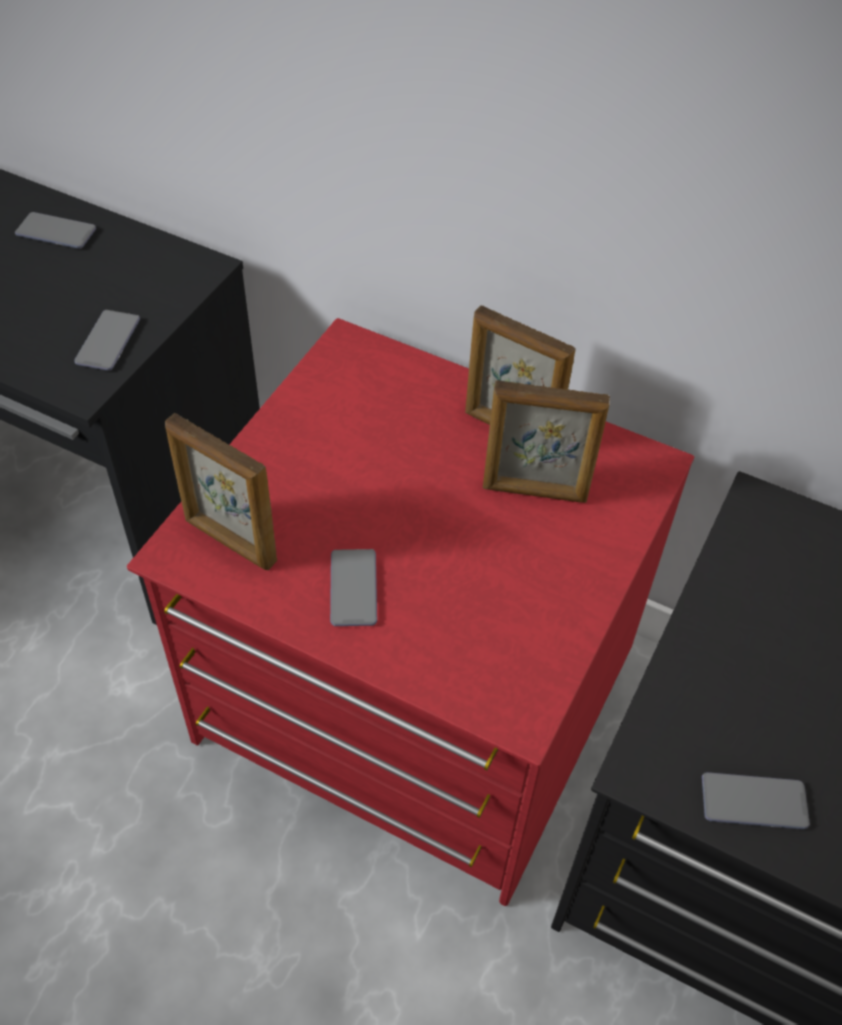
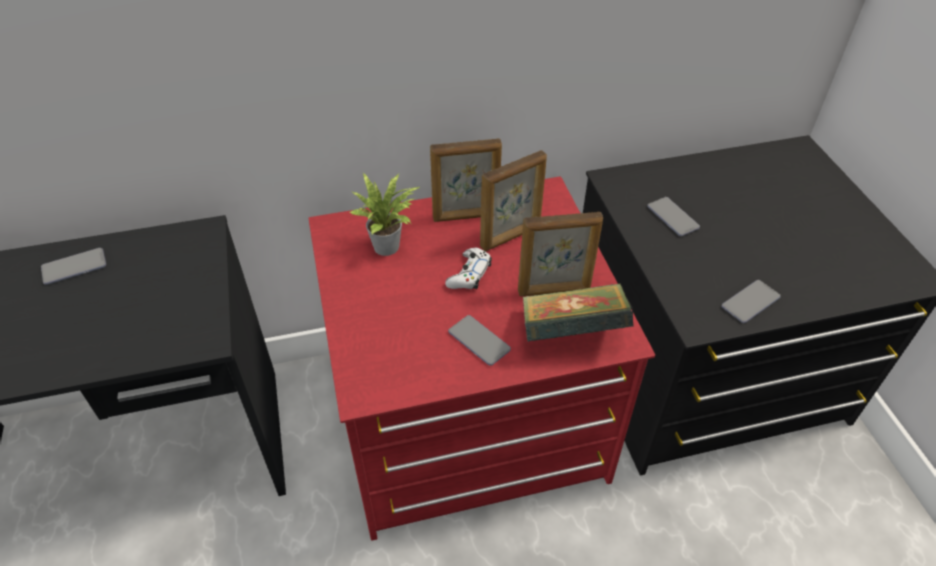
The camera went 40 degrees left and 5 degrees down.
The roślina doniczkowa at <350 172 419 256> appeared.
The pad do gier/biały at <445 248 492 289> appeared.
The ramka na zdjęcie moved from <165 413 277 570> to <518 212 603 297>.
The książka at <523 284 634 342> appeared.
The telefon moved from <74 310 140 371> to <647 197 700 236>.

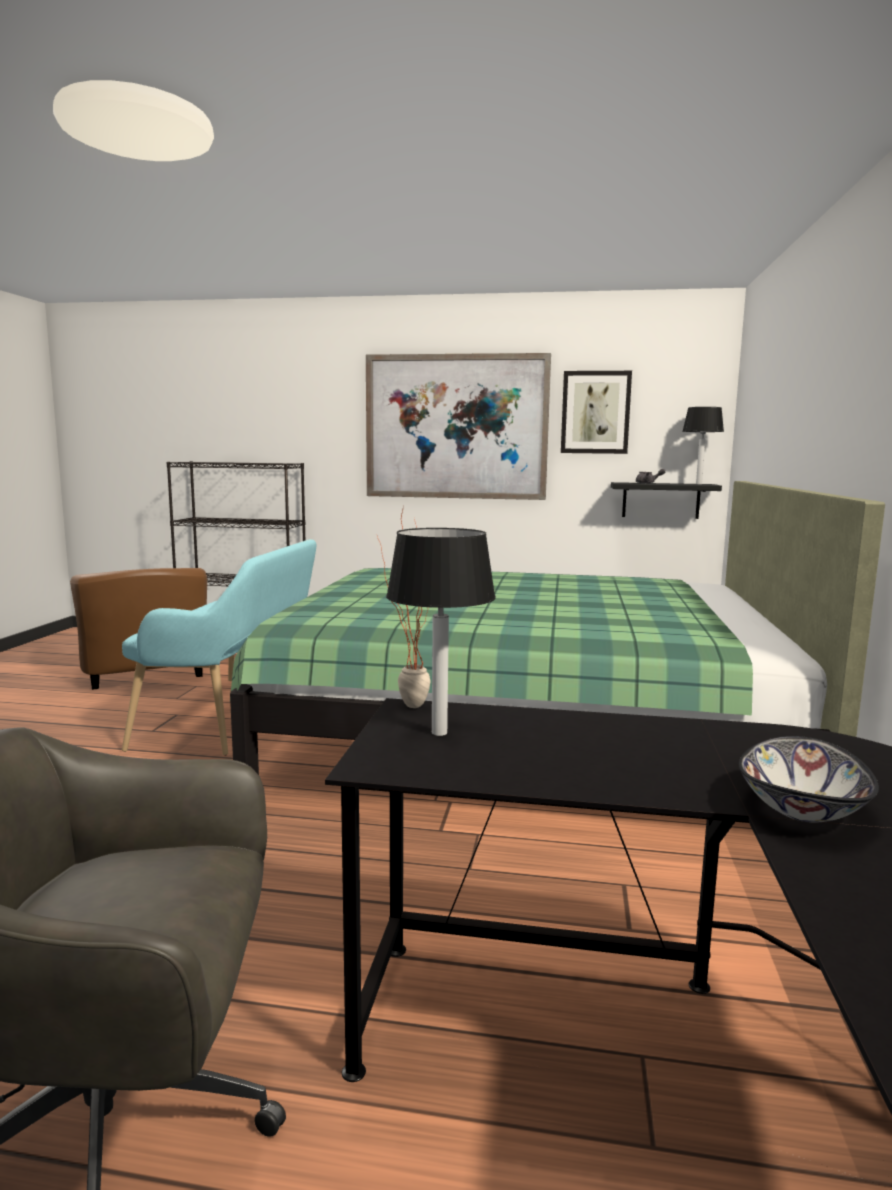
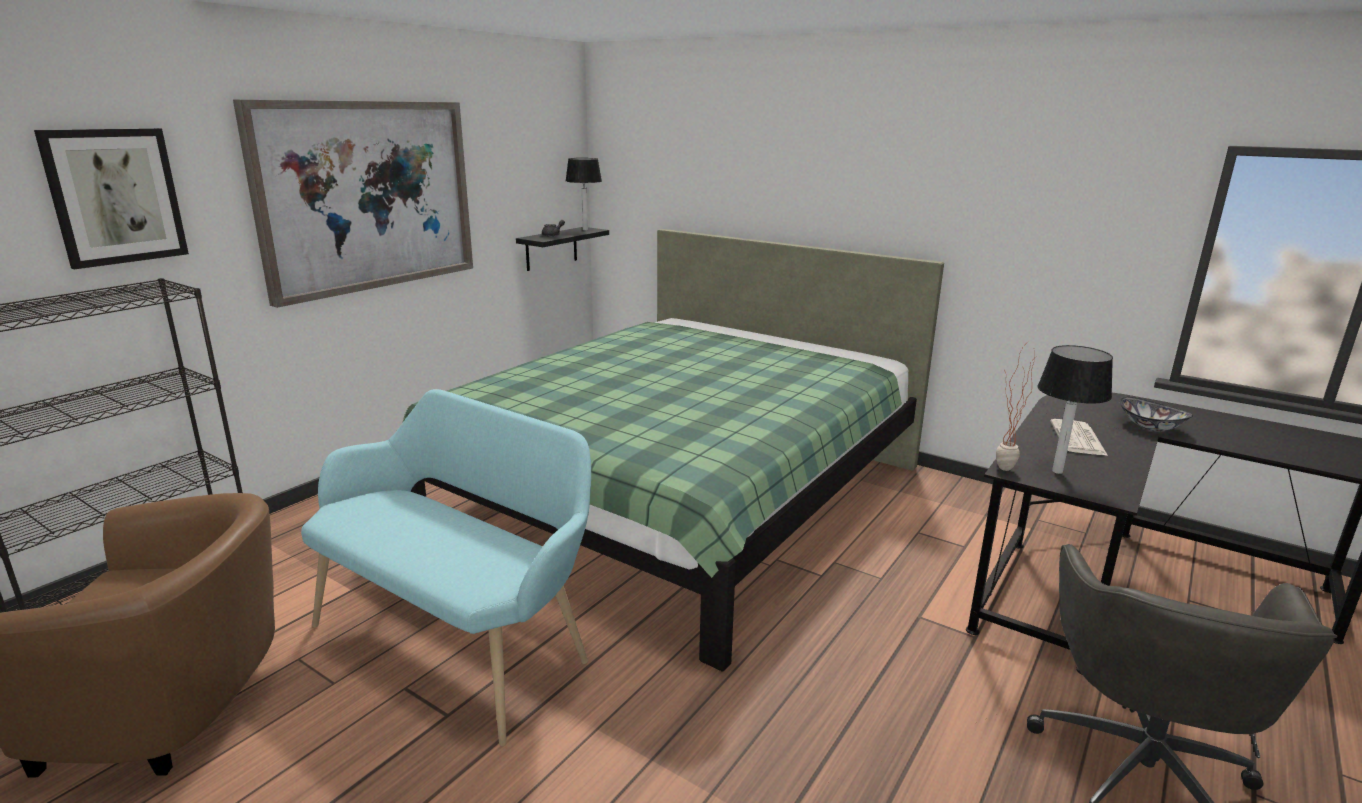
The camera went 65 degrees left and 10 degrees up.
The obraz moved from <561 371 632 454> to <34 128 189 269>.
The gazeta at <1051 419 1108 456> appeared.

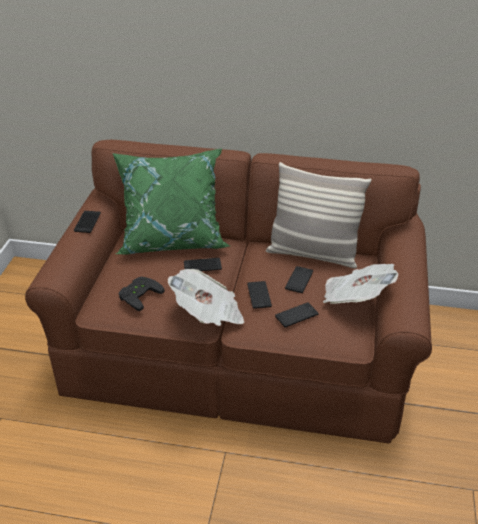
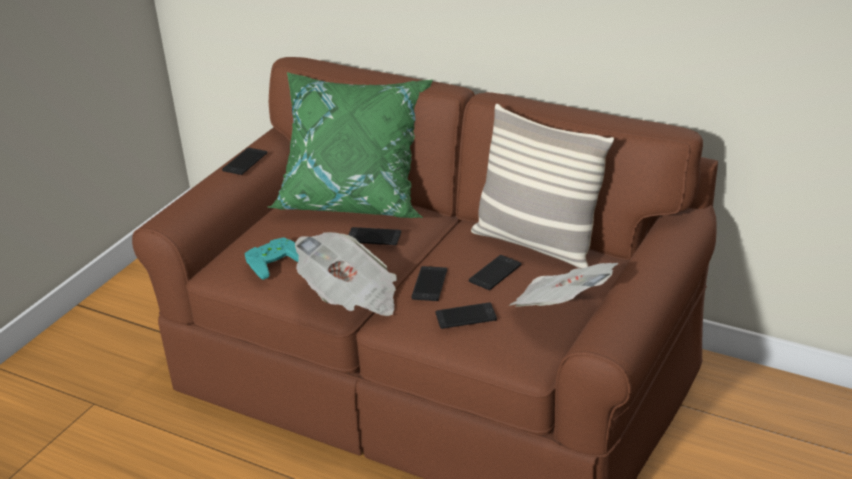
The camera went 20 degrees right and 5 degrees down.
The pad do gier/czarny at <119 276 165 311> became the pad do gier/turkusowy at <244 237 299 280>.

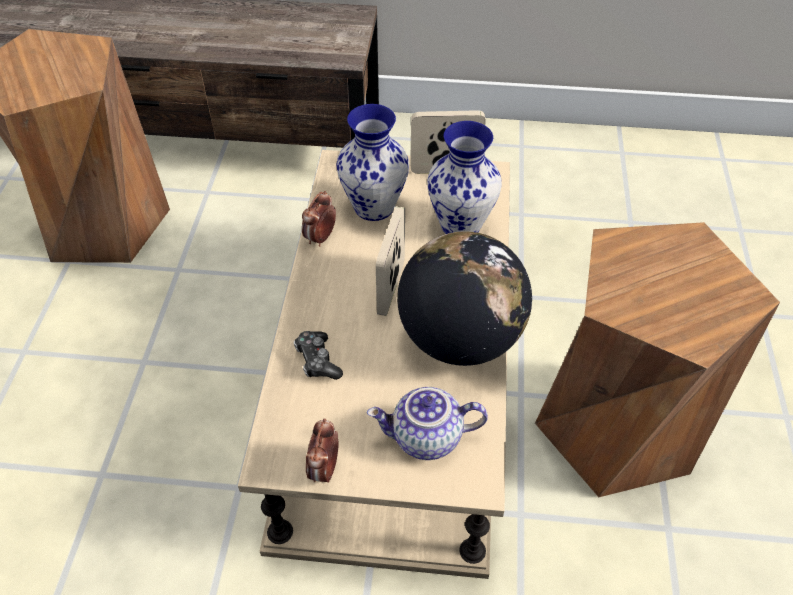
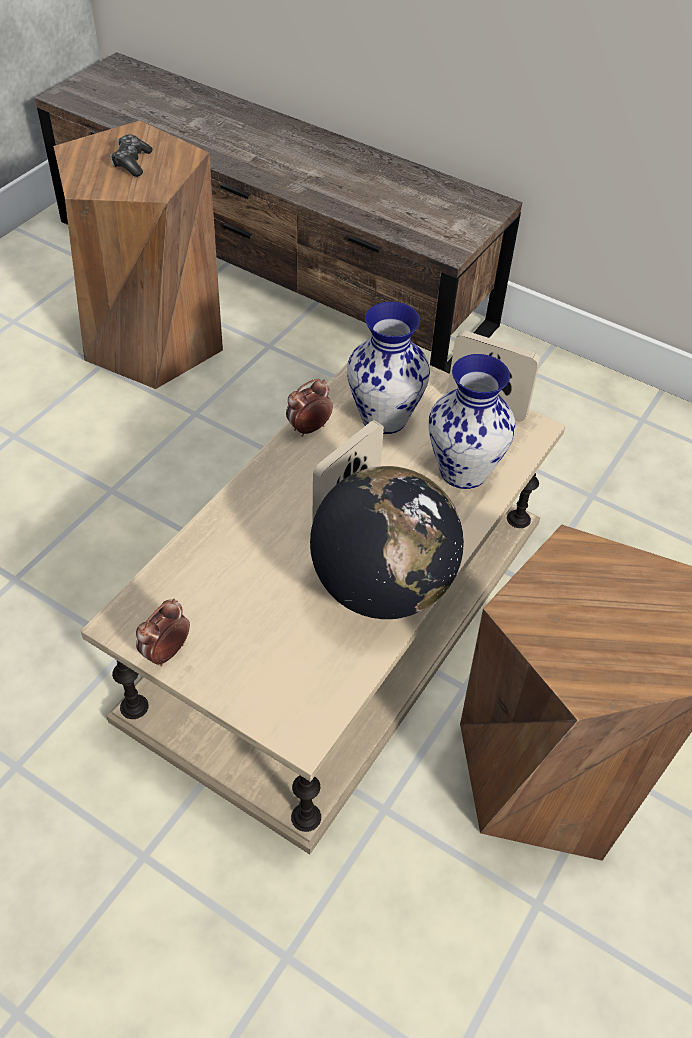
The camera went 25 degrees right and 0 degrees up.
The pad do gier moved from <294 331 343 380> to <110 134 153 177>.
The imbryk at <367 387 488 460> disappeared.

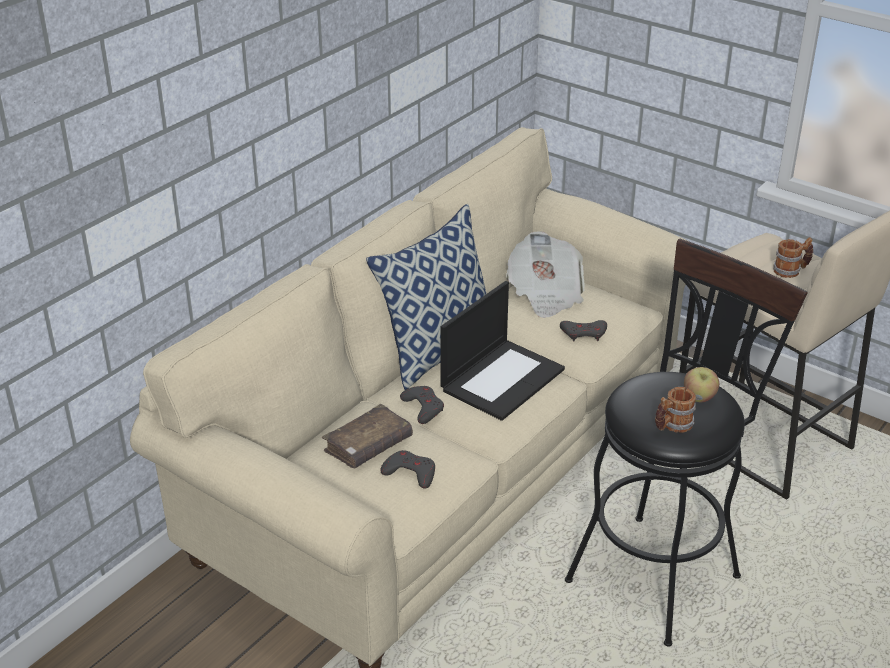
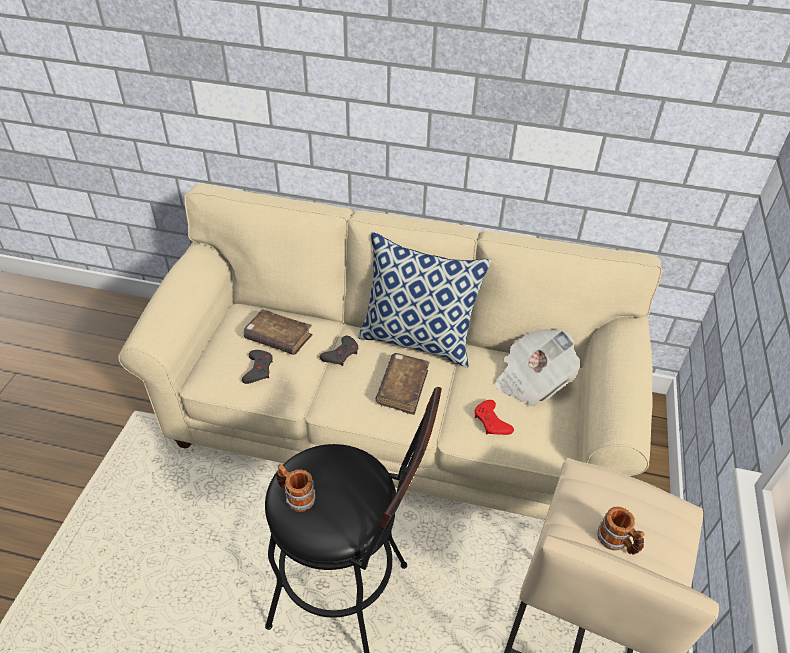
The camera went 65 degrees right and 10 degrees up.
The laptop at <440 281 565 421> was replaced by the książka/brązowy at <376 353 430 415>.
The pad do gier/szary at <560 320 607 342> became the pad do gier/czerwony at <475 400 514 435>.
The jabłko at <684 367 719 402> disappeared.

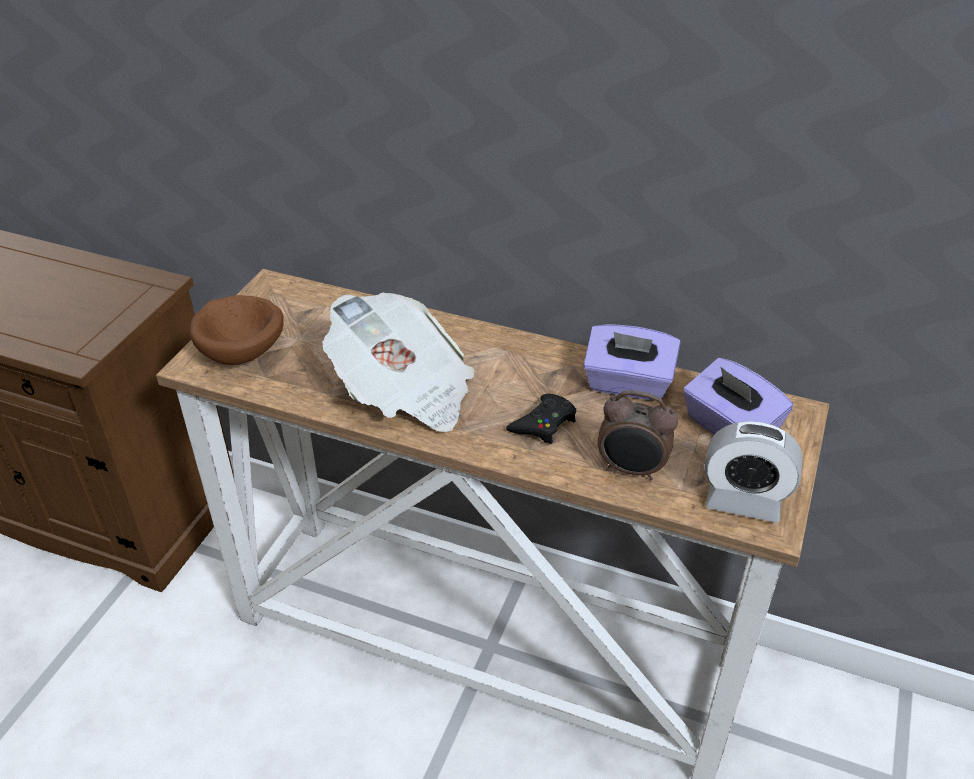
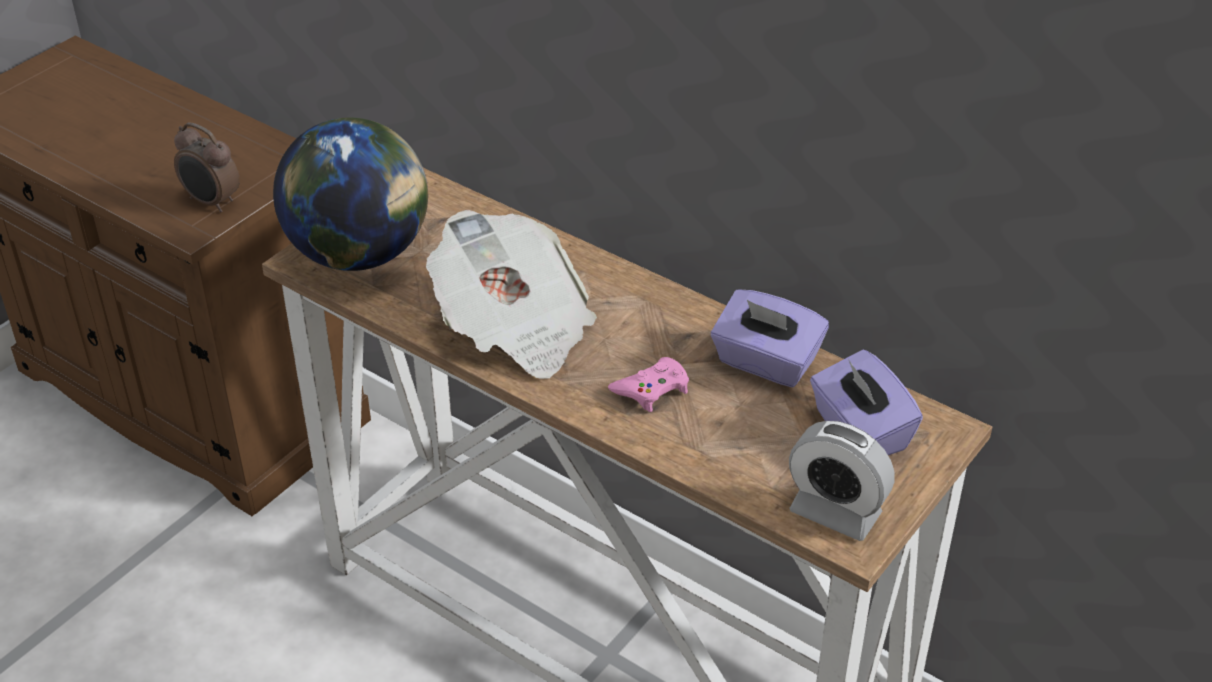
The camera went 15 degrees right and 0 degrees up.
The budzik moved from <597 390 678 480> to <174 122 240 212>.
The miska/brązowy at <189 295 284 365> was replaced by the globus at <273 117 428 271>.
The pad do gier/czarny at <506 394 576 444> became the pad do gier/różowy at <608 357 689 412>.

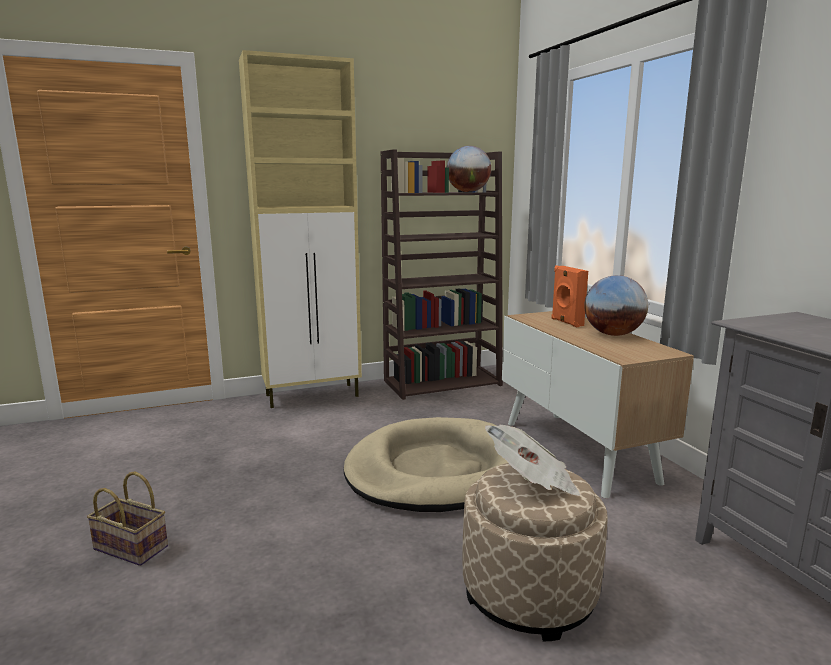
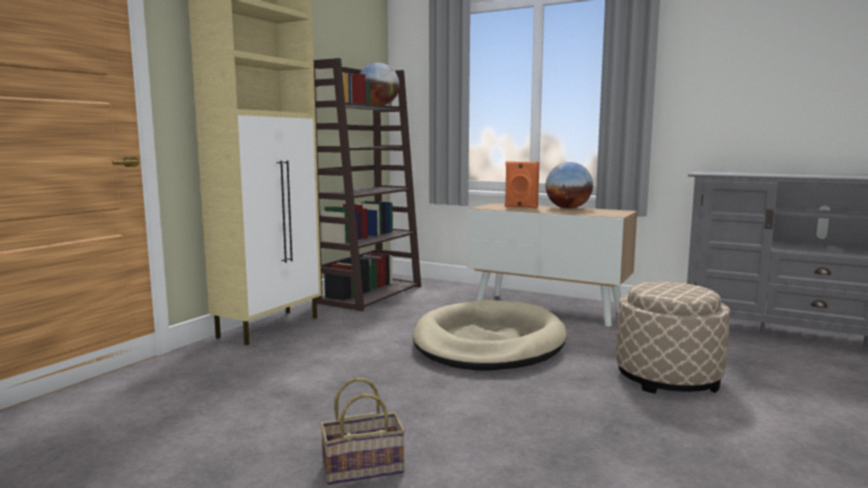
The camera went 40 degrees left and 5 degrees down.
The gazeta at <485 425 581 496> disappeared.

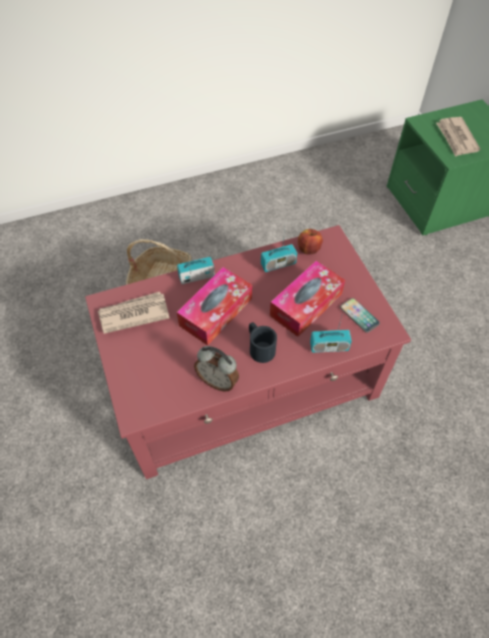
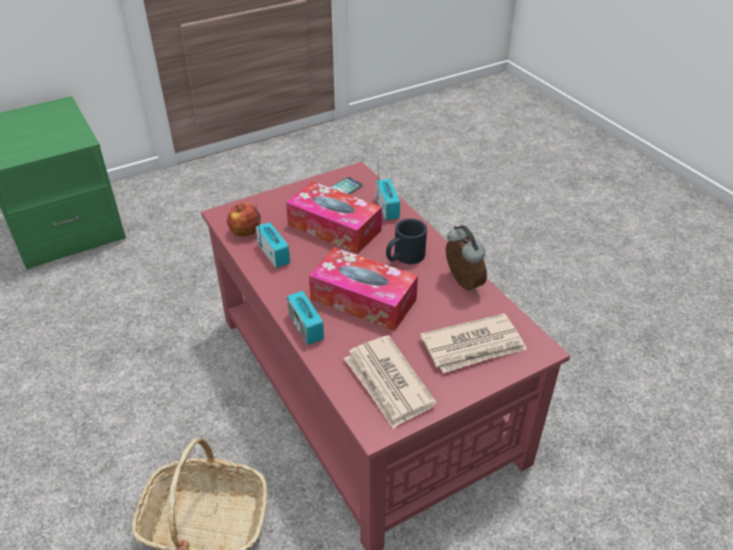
The camera went 100 degrees left and 15 degrees down.
The gazeta moved from <436 117 480 157> to <420 313 527 373>.
The budzik at <194 346 239 392> turned 45 degrees counterclockwise.

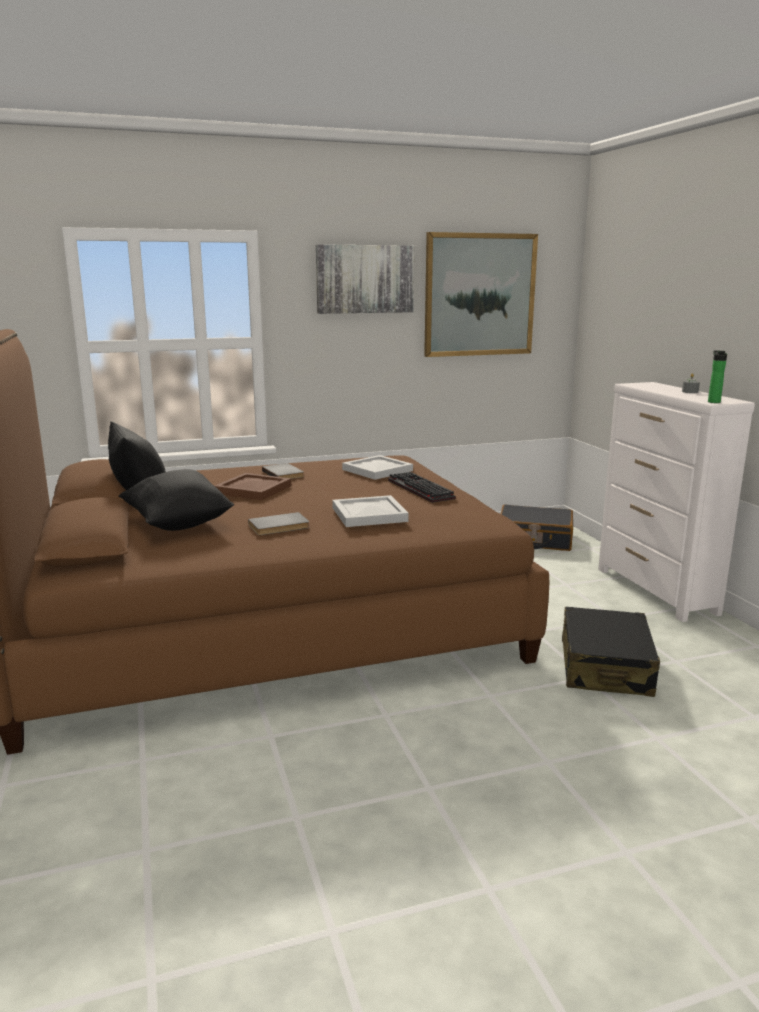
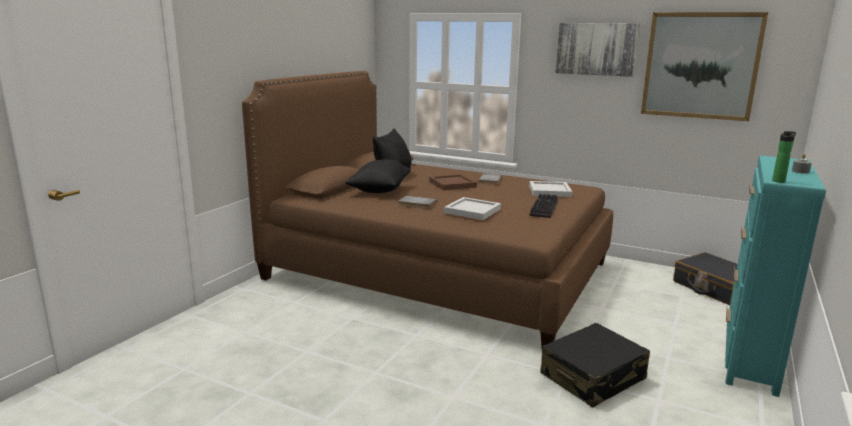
The camera went 45 degrees right and 0 degrees up.
The komoda/biały at <598 382 755 622> became the komoda/turkusowy at <725 155 826 397>.

